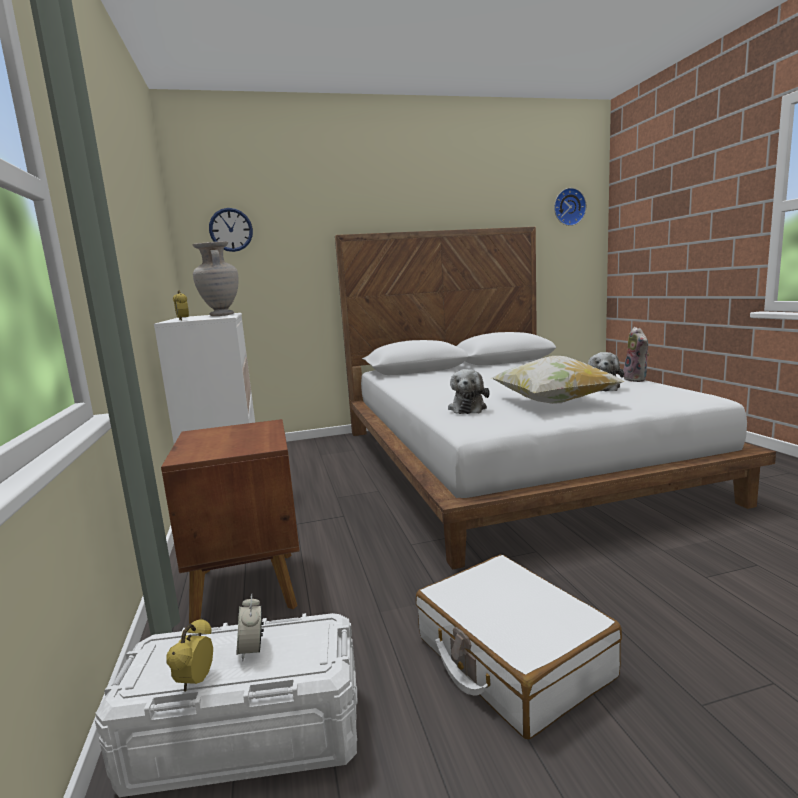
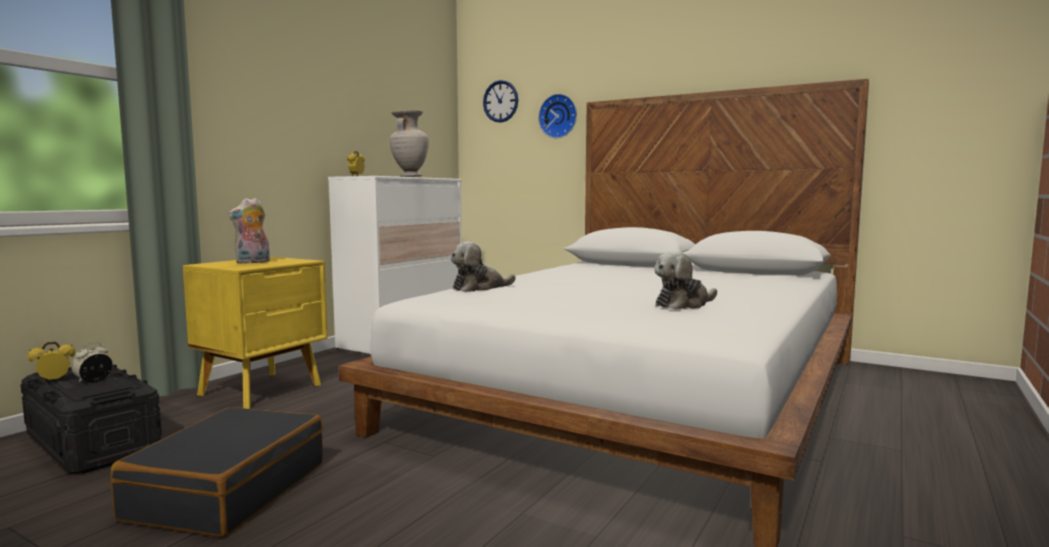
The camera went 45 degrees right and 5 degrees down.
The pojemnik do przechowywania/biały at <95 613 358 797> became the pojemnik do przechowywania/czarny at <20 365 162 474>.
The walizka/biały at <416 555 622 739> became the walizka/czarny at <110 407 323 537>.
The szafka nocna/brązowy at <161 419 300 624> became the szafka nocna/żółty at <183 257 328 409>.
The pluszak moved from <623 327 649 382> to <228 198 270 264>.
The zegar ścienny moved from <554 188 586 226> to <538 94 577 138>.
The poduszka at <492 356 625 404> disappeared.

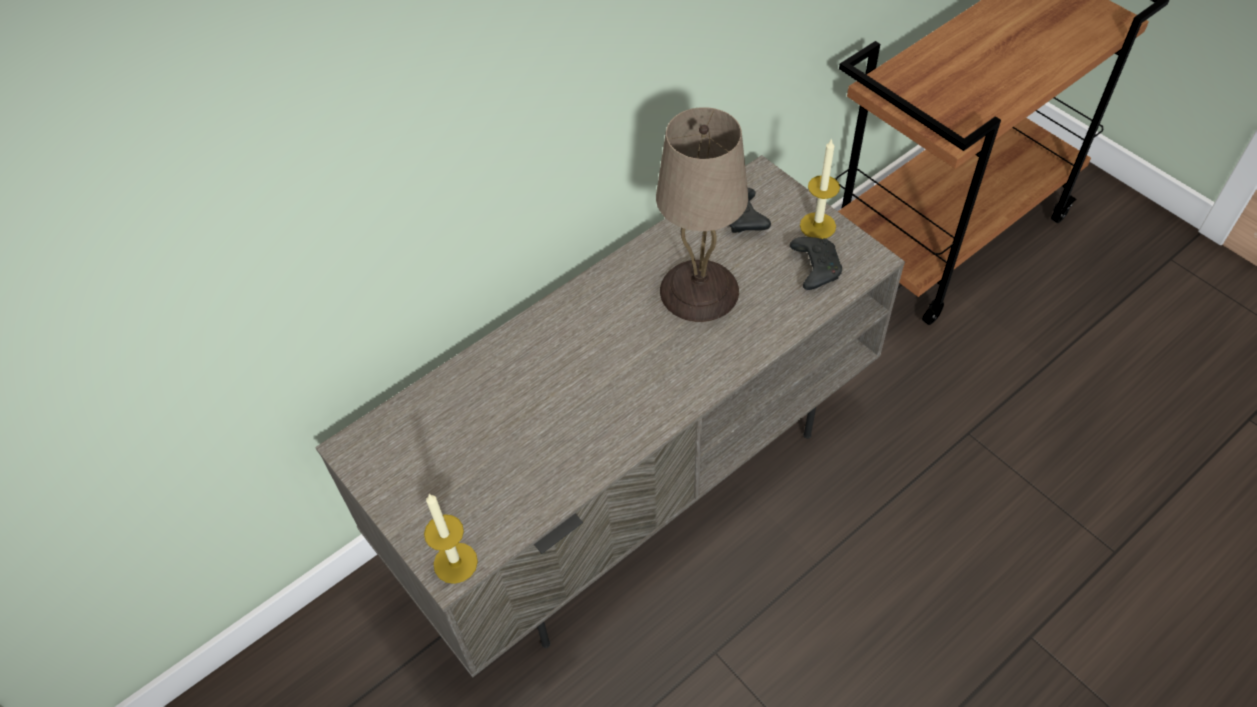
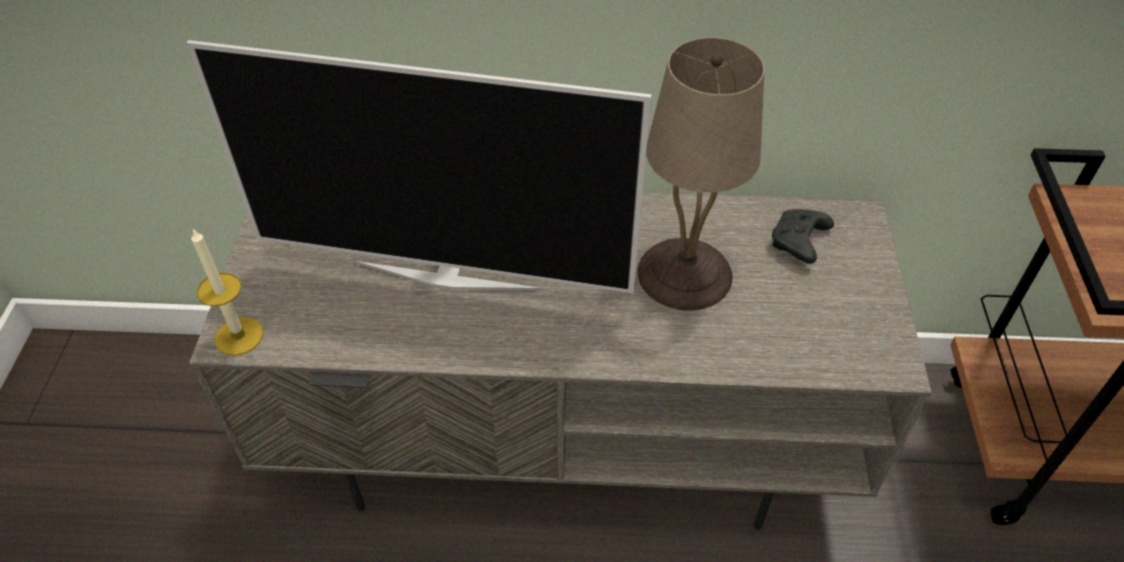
The camera went 40 degrees right and 5 degrees down.
The telewizor at <187 40 652 293> appeared.
The pad do gier/czarny at <790 237 842 290> disappeared.
The świeca at <800 138 840 239> disappeared.

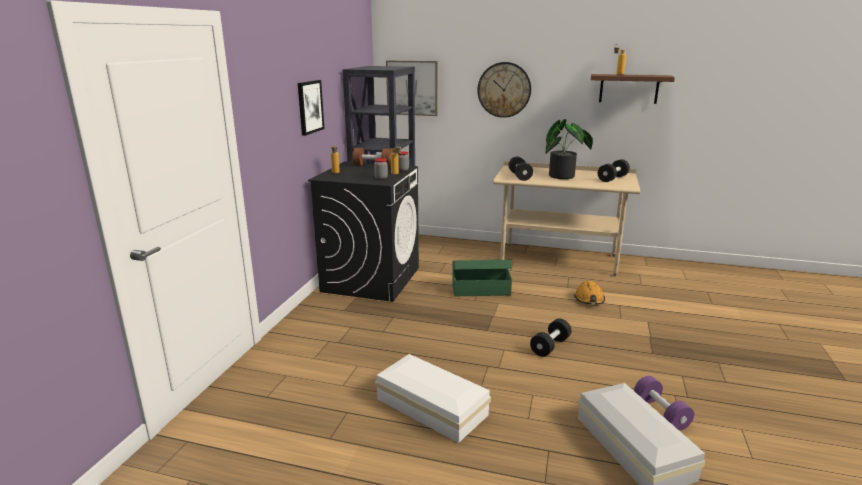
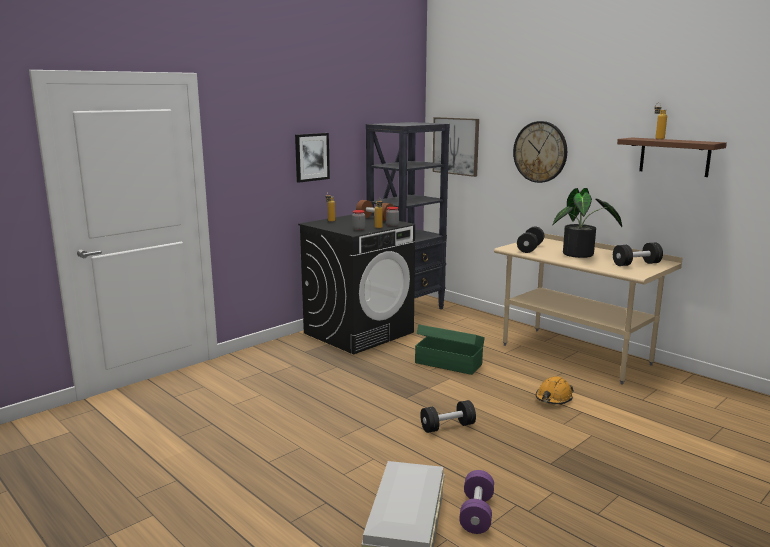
The camera went 30 degrees right and 5 degrees down.
The pojemnik do przechowywania/biały at <375 354 491 443> disappeared.

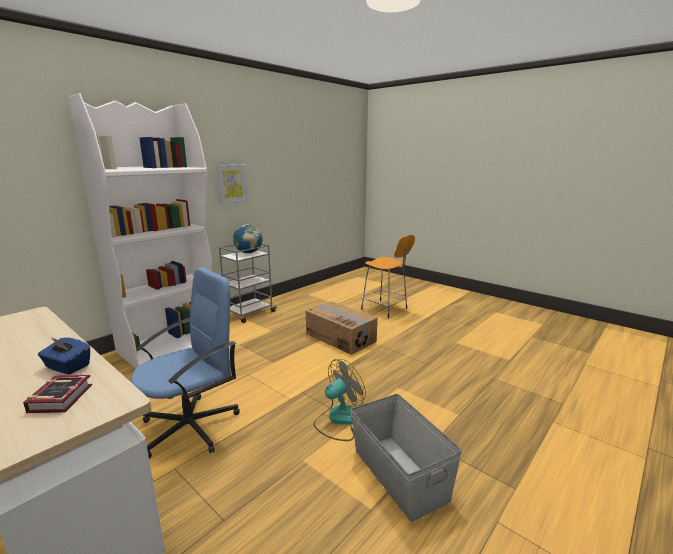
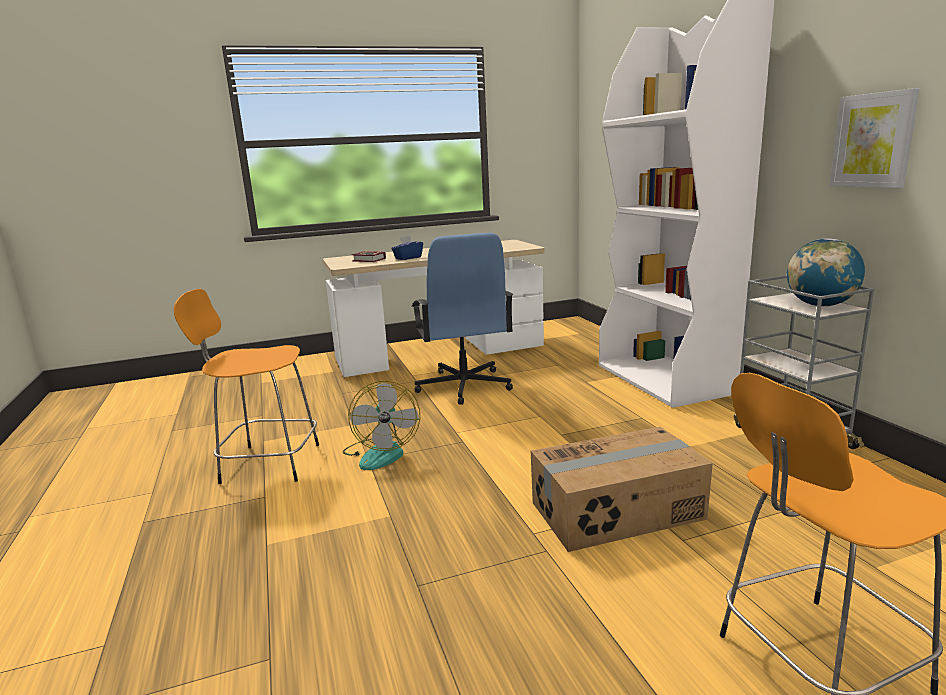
The camera went 120 degrees right and 0 degrees up.
The pojemnik do przechowywania/szary at <351 394 462 522> was replaced by the stołek/pomarańczowy at <174 289 319 484>.

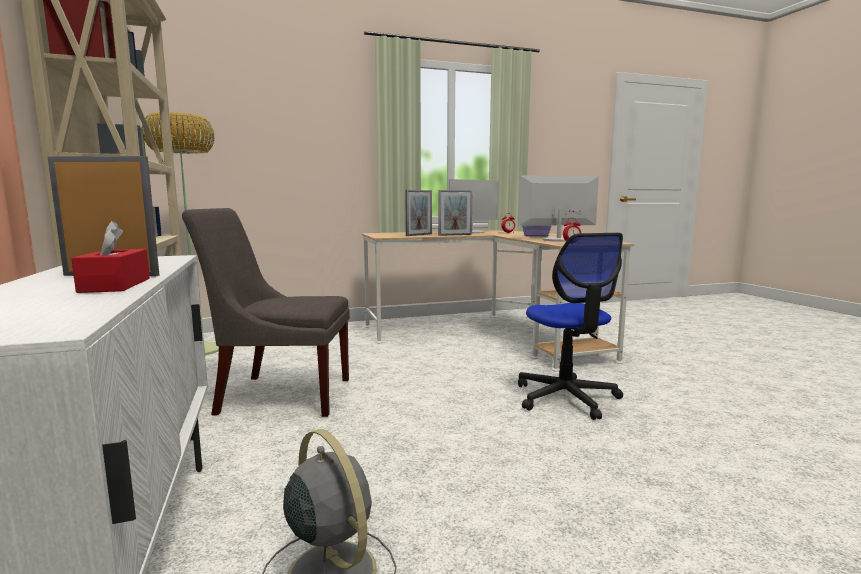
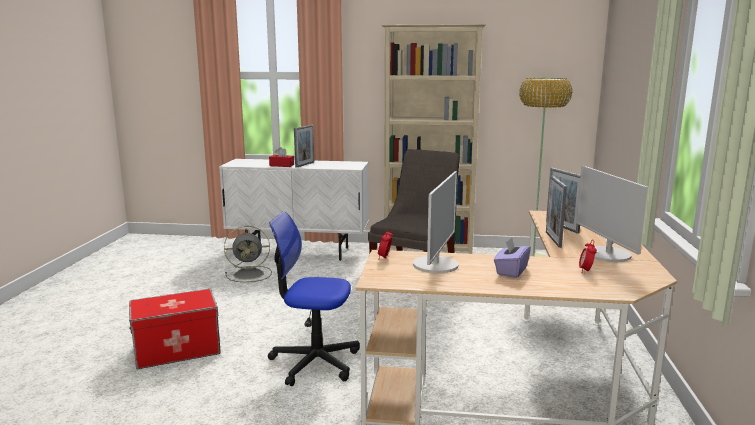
The camera went 115 degrees right and 5 degrees up.
The pojemnik do przechowywania at <129 289 221 369> appeared.

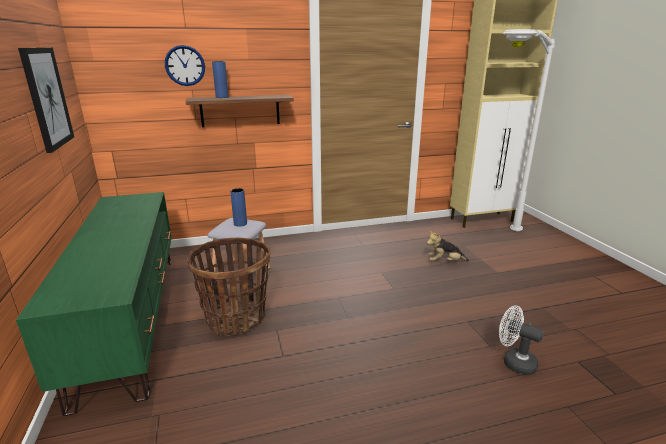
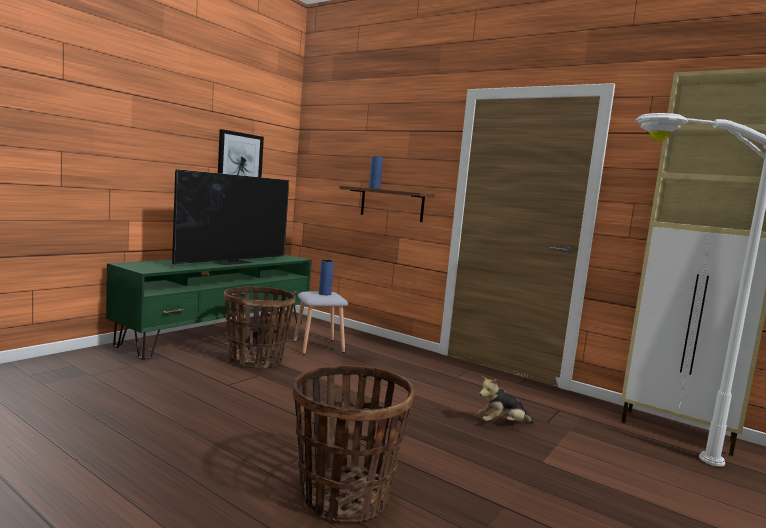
The camera went 50 degrees right and 15 degrees down.
The telewizor at <172 169 289 265> appeared.
The wentylator/biały at <499 305 544 375> was replaced by the koszyk at <293 365 414 522>.
The pluszak at <427 231 469 261> turned 60 degrees counterclockwise.
The zegar ścienny at <165 45 205 86> disappeared.

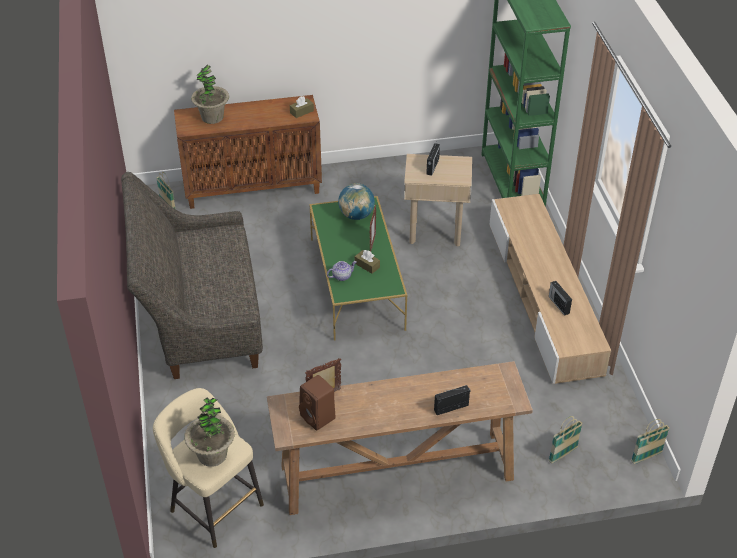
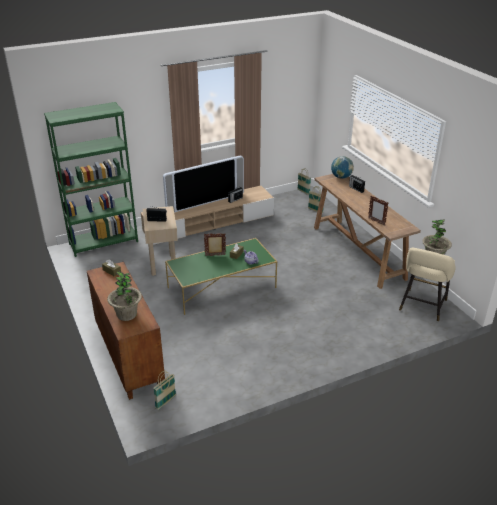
The camera went 105 degrees left and 10 degrees down.
The telewizor at <163 155 244 212> appeared.
The globus moved from <338 183 375 220> to <331 156 354 179>.
The kanapa/szary at <121 172 263 379> disappeared.
The głośnik/brązowy at <299 375 336 431> disappeared.

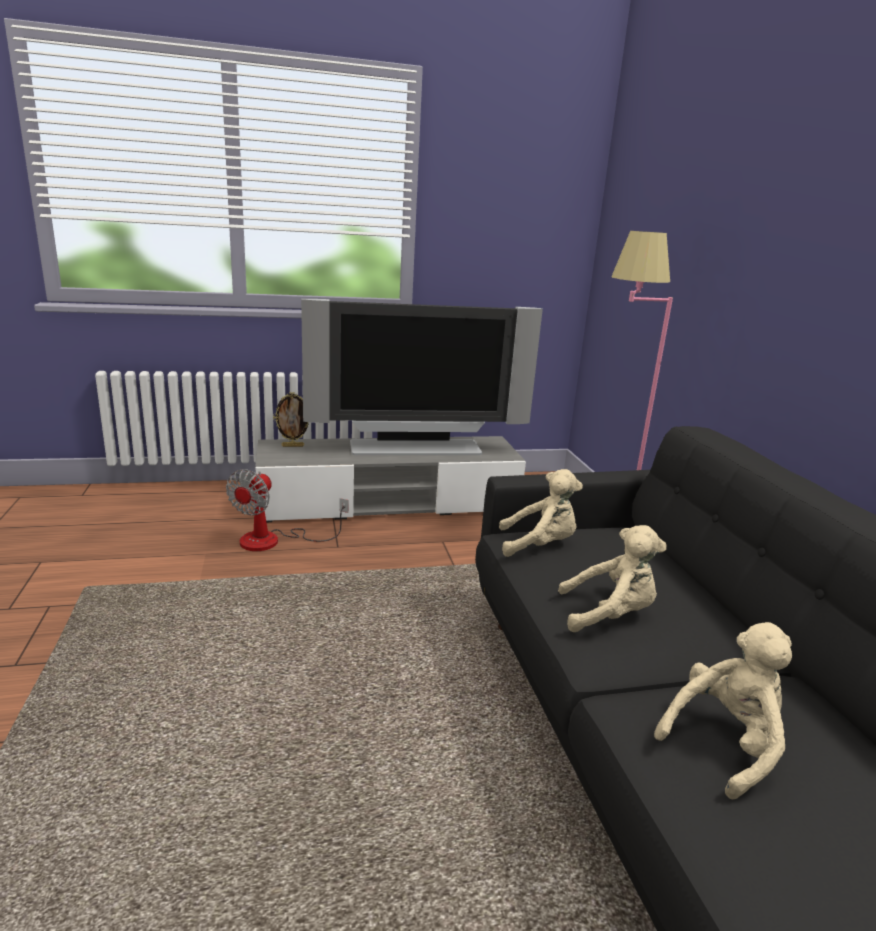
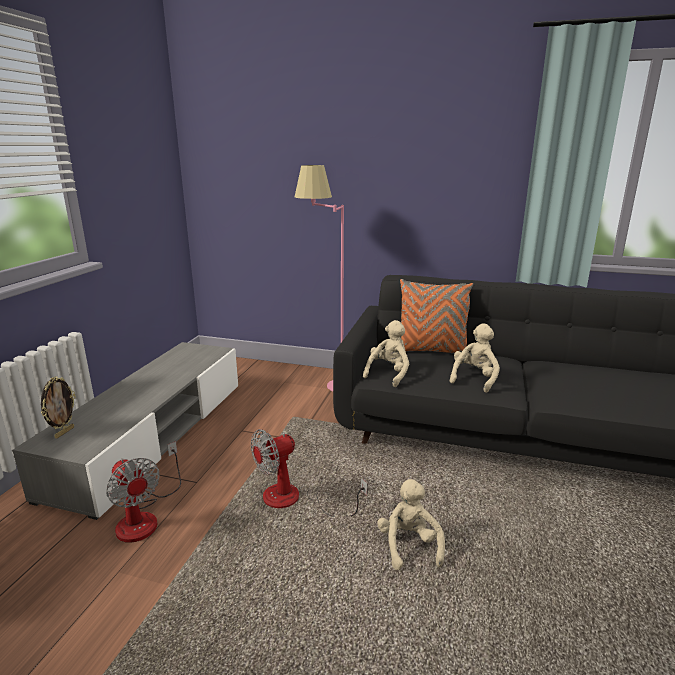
The camera went 60 degrees left and 0 degrees up.
The wentylator at <251 429 367 517> appeared.
The pluszak/beżowy moved from <654 622 792 799> to <377 479 445 570>.
The poduszka/pomarańczowy at <400 279 473 353> appeared.
The telewizor at <301 299 543 455> disappeared.

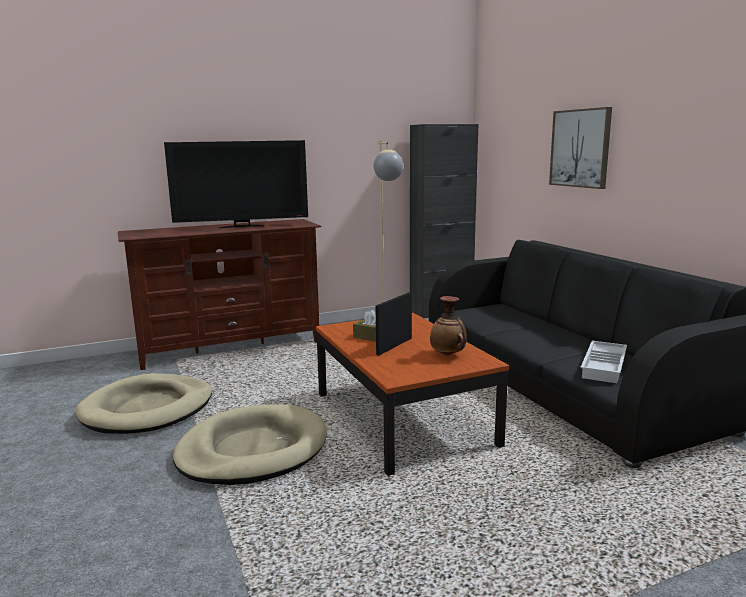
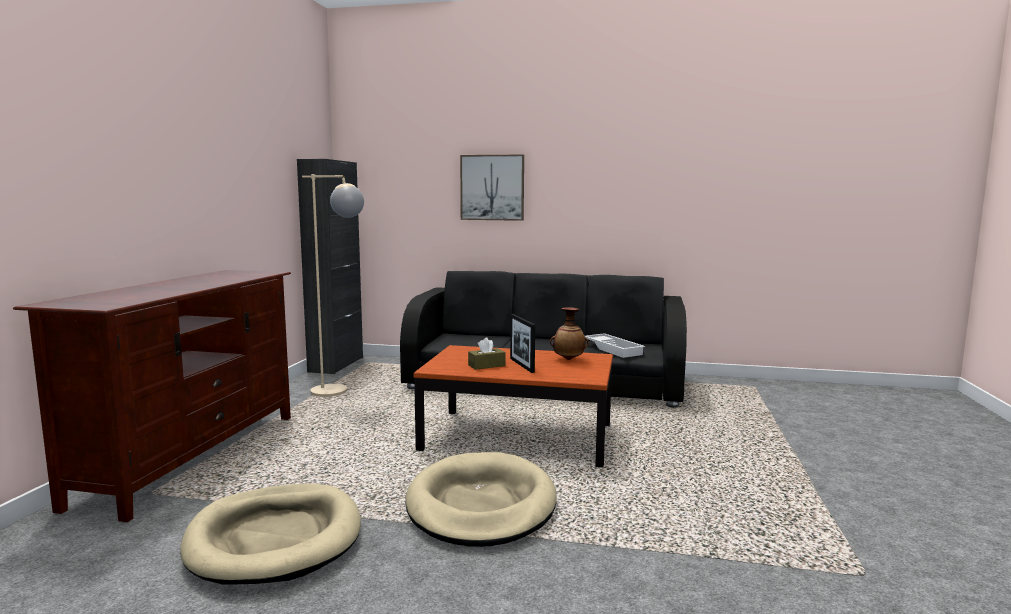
The camera went 55 degrees left and 5 degrees down.
The telewizor at <164 140 308 228> disappeared.

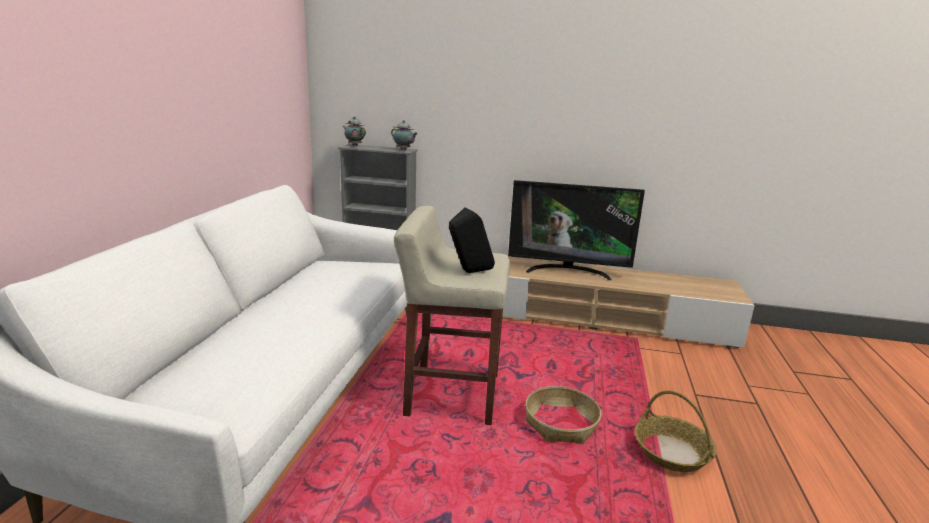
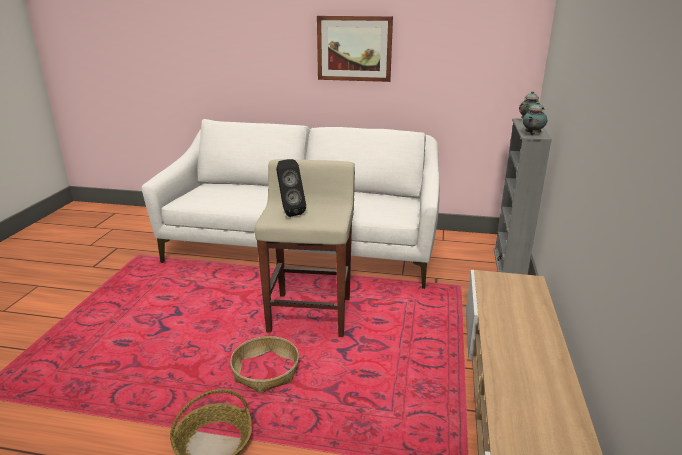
The camera went 90 degrees right and 5 degrees up.
The obraz at <317 16 393 82> appeared.
The telewizor at <508 180 645 280> disappeared.

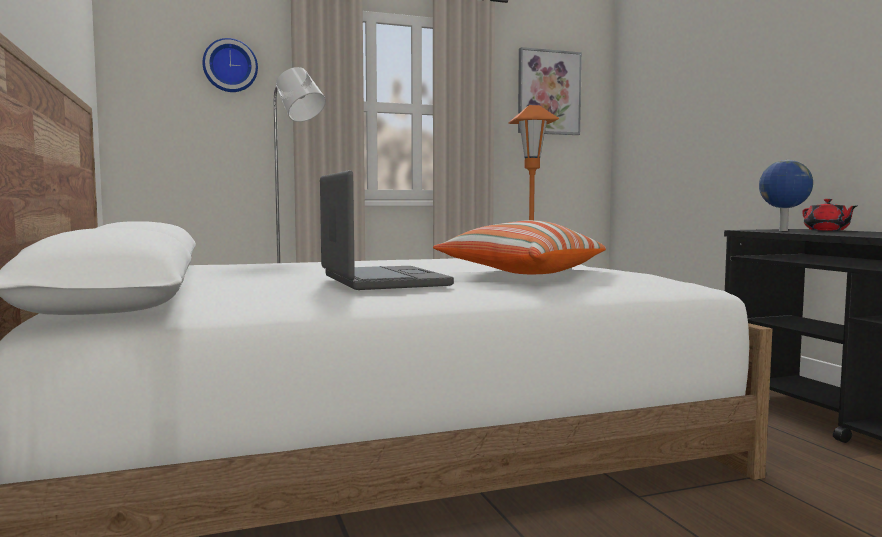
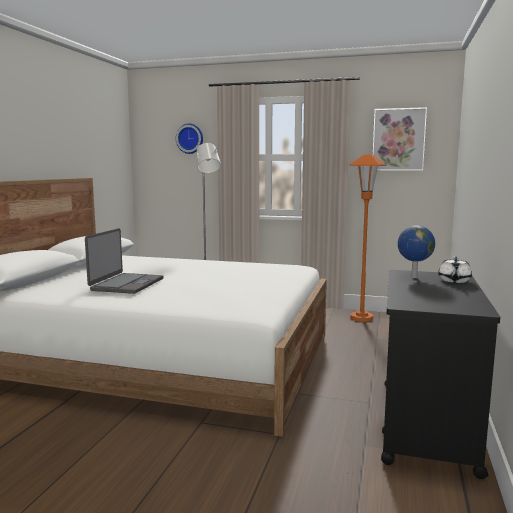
The camera went 35 degrees right and 5 degrees up.
The imbryk/czerwony at <802 199 857 231> became the imbryk/biały at <438 256 472 283>.
The poduszka at <433 220 606 274> disappeared.

